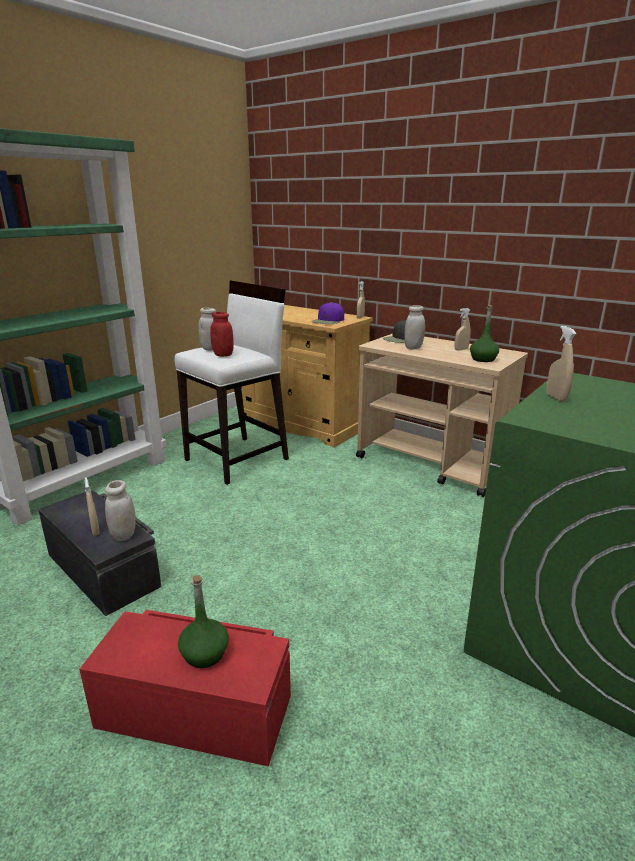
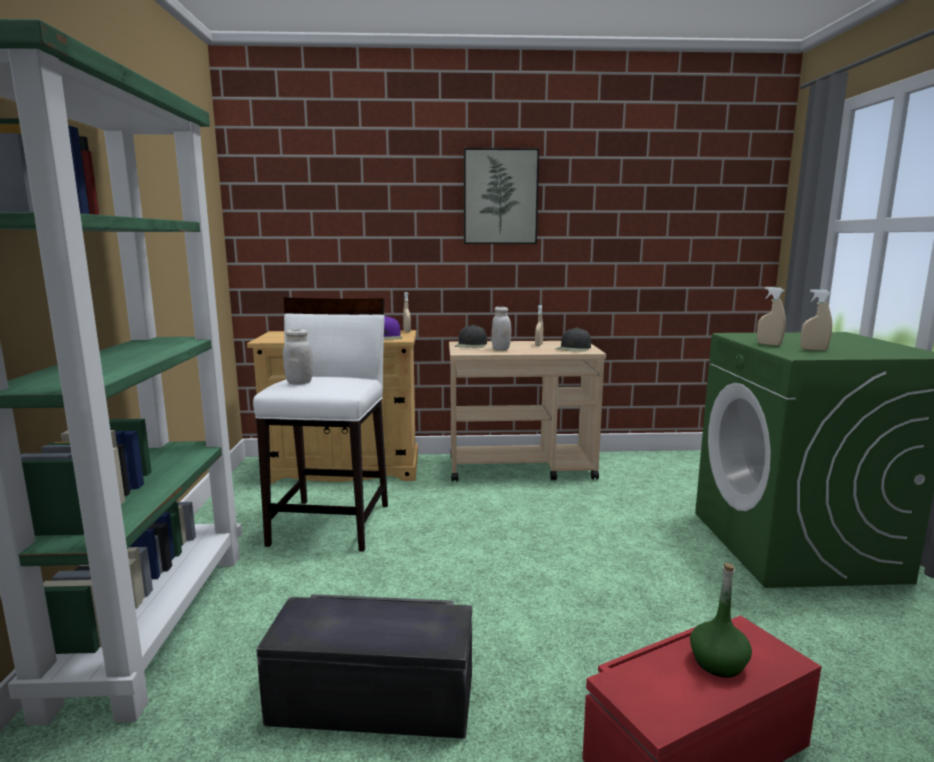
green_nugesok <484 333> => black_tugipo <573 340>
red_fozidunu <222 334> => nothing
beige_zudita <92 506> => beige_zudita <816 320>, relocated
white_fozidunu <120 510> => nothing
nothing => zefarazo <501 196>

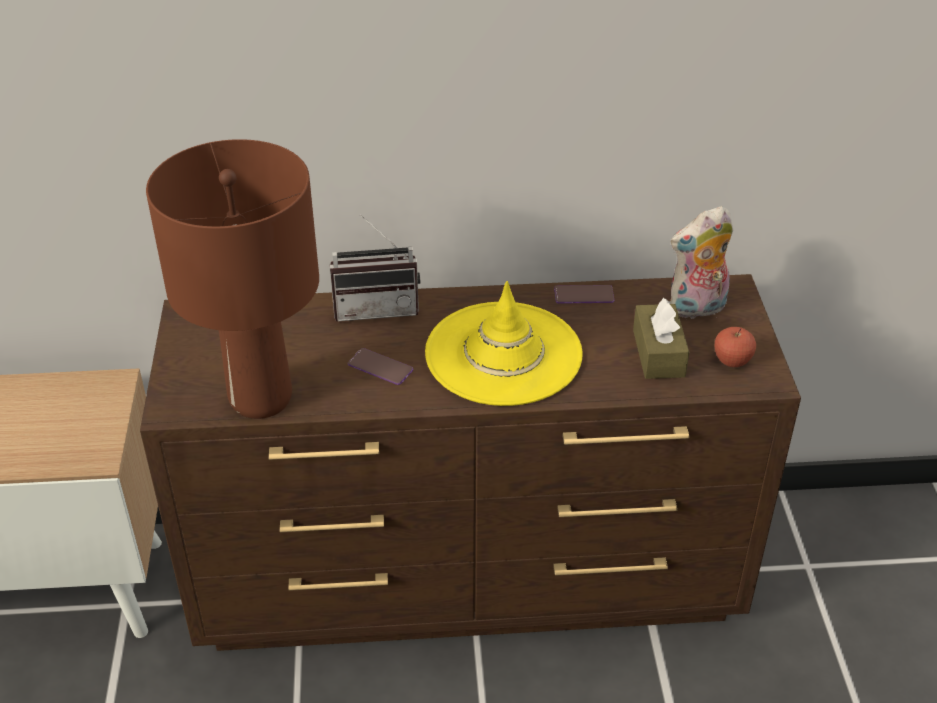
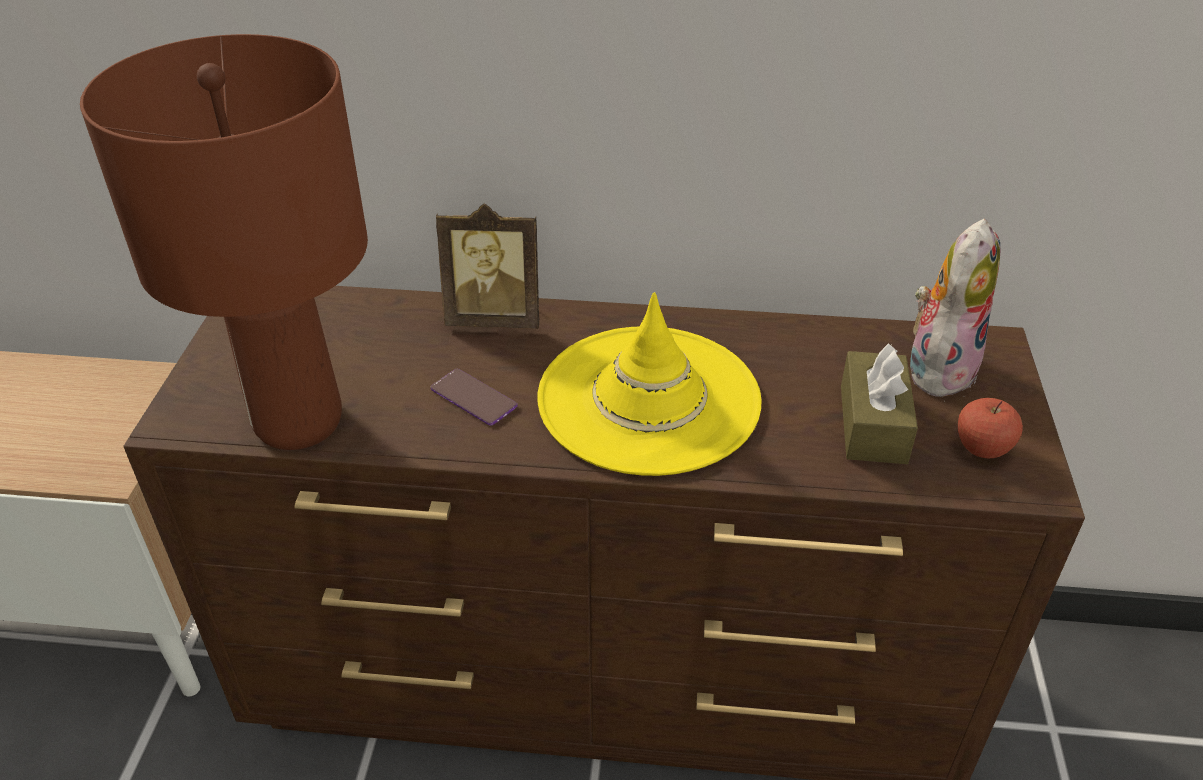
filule <701 263> => filule <955 310>, 135 degrees clockwise
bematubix <375 267> => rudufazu <487 266>
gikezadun <584 294> => nothing

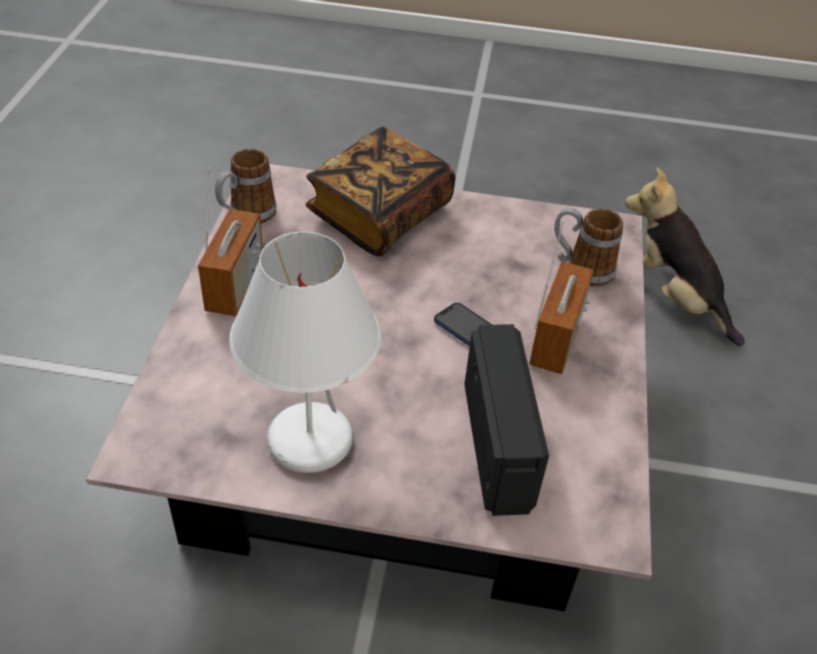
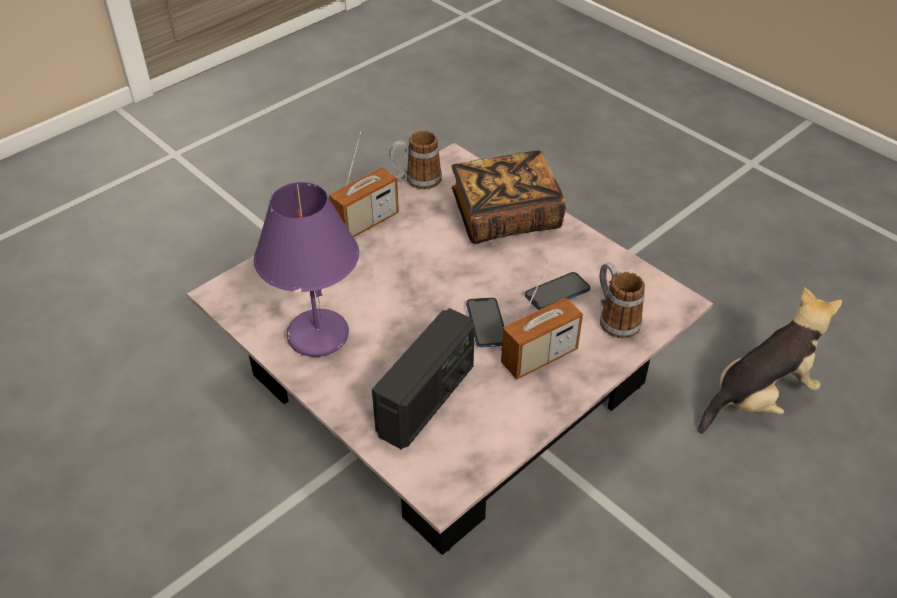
filule <685 256> => filule <770 360>, 60 degrees clockwise
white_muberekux <305 352> => purple_muberekux <306 269>
nothing => gikezadun <557 291>

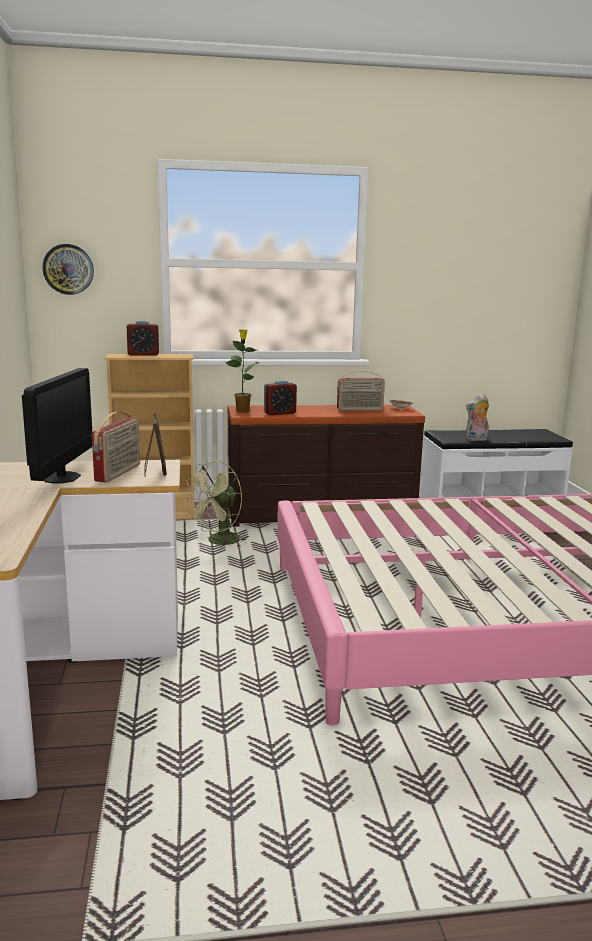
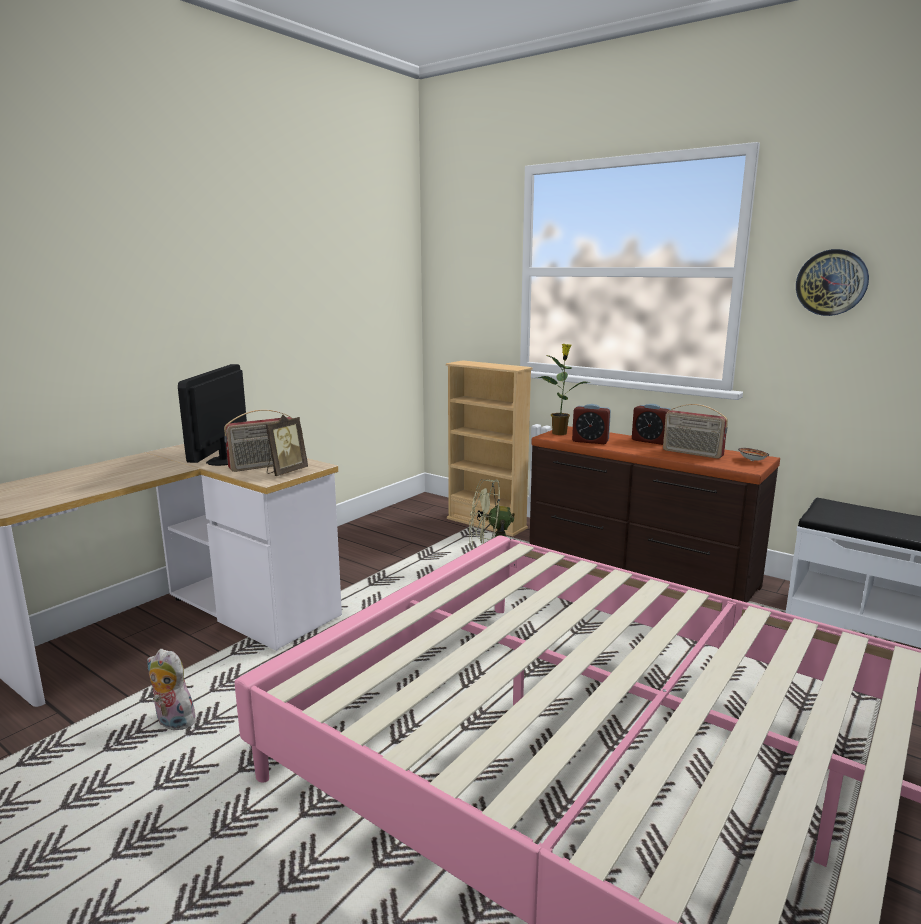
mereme <68 269> => mereme <832 282>, relocated
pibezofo <143 338> => pibezofo <651 424>, relocated
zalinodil <57 426> => zalinodil <212 415>, 135 degrees clockwise
filule <477 417> => filule <171 689>, relocated

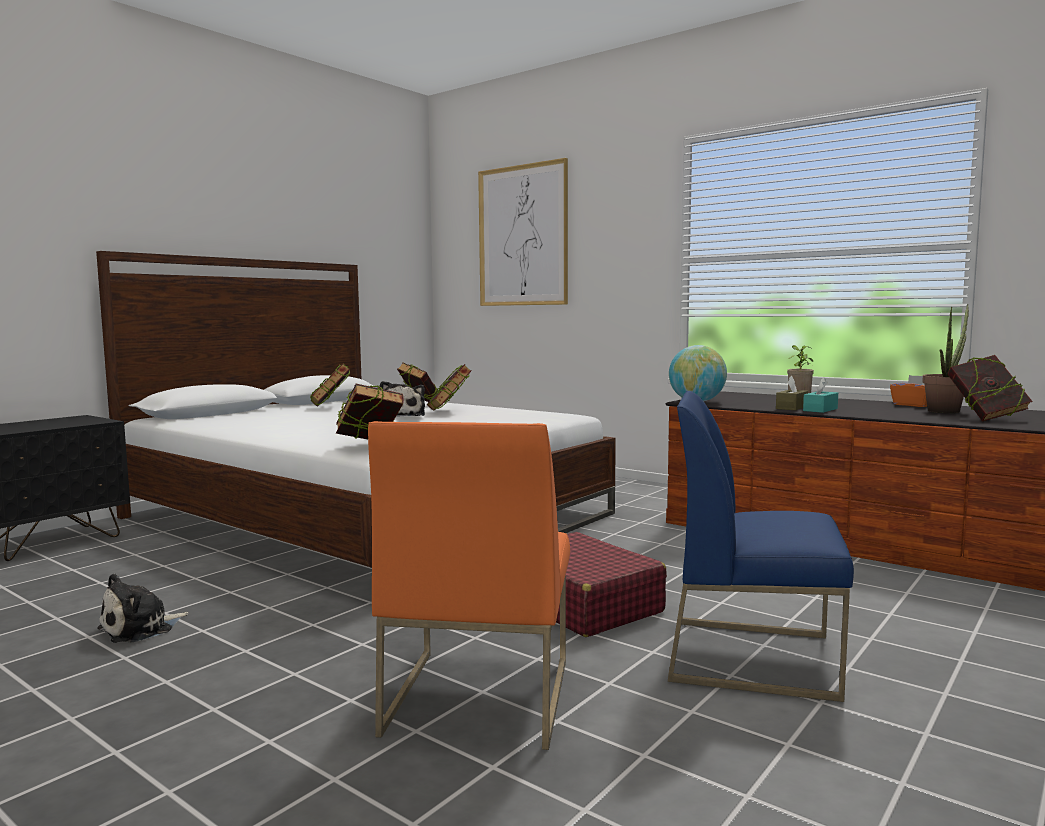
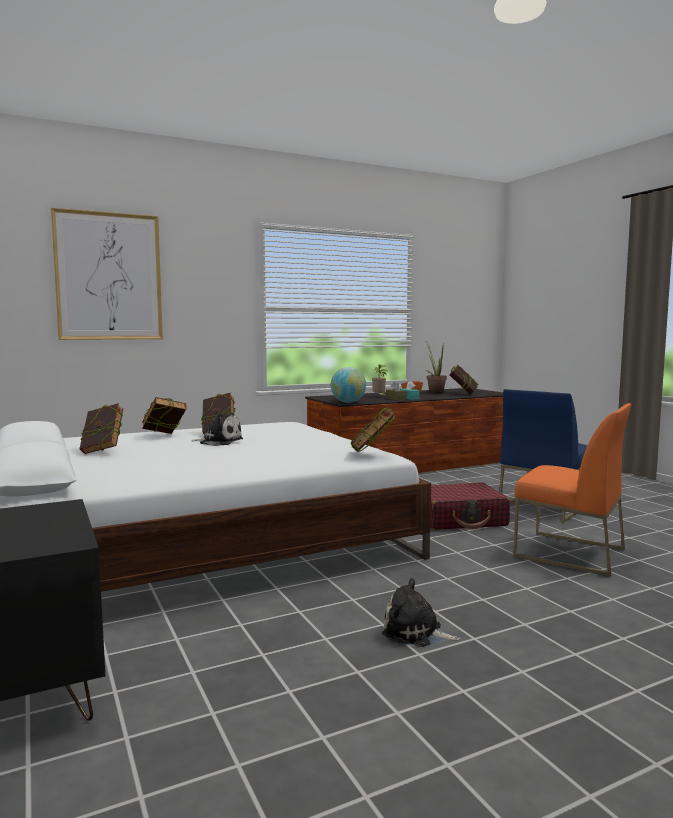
filule <143 608> => filule <421 612>, 135 degrees clockwise

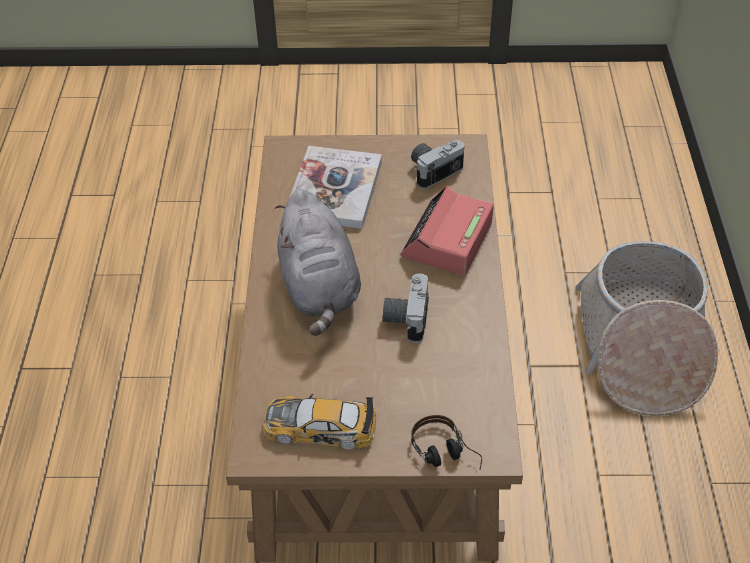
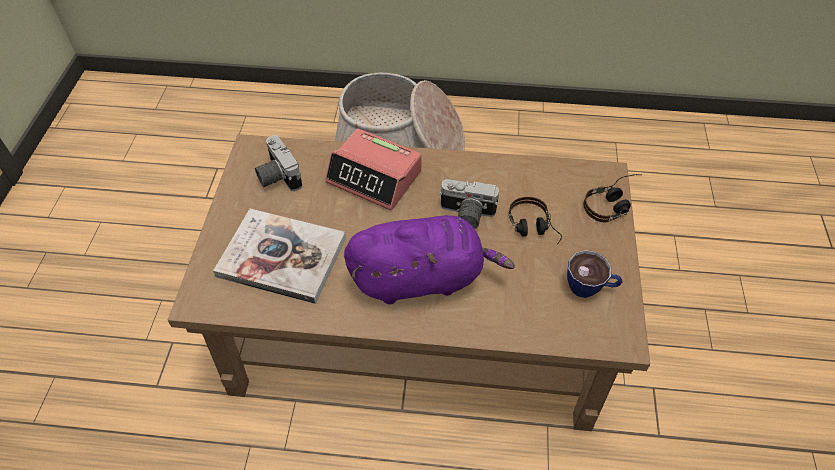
grey_filule <318 262> => purple_filule <429 259>
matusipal <319 421> => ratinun <595 274>
nothing => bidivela <535 221>

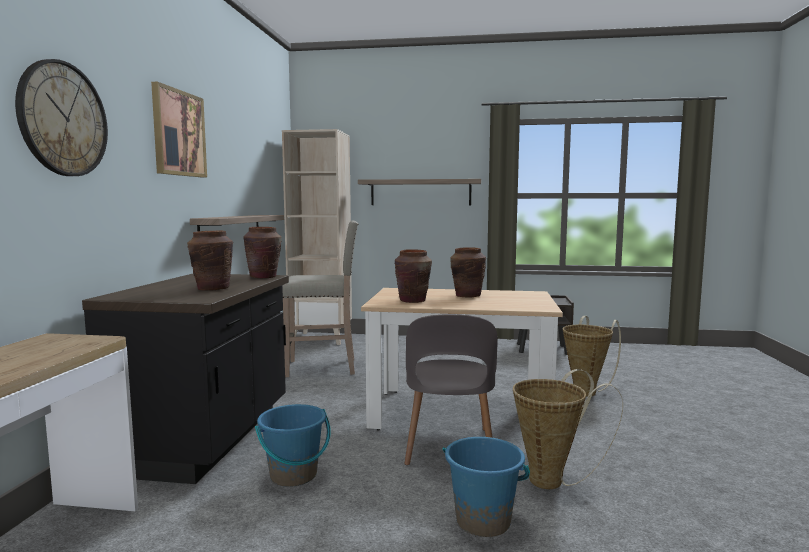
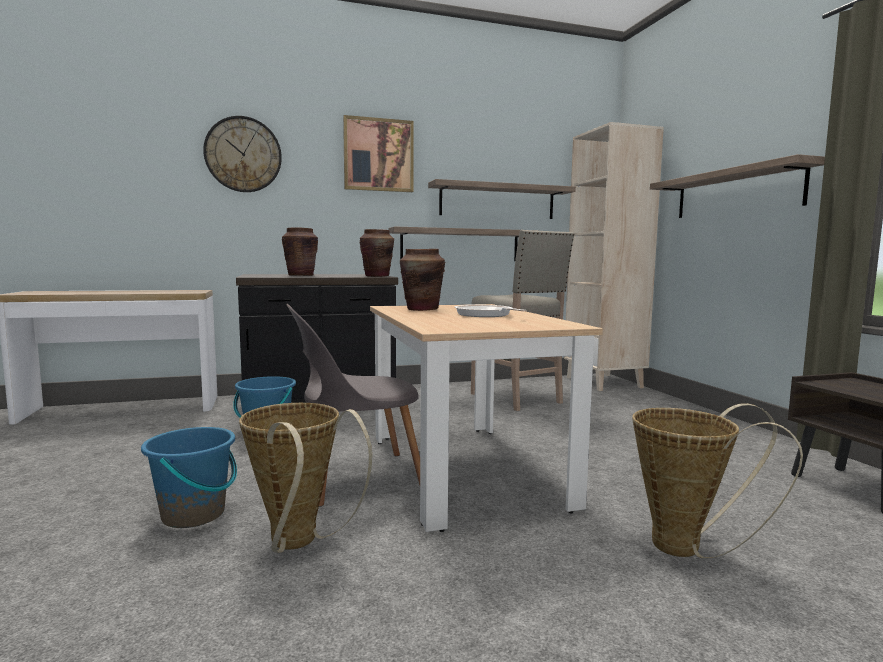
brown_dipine <468 273> => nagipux <490 311>
nothing => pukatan <502 199>

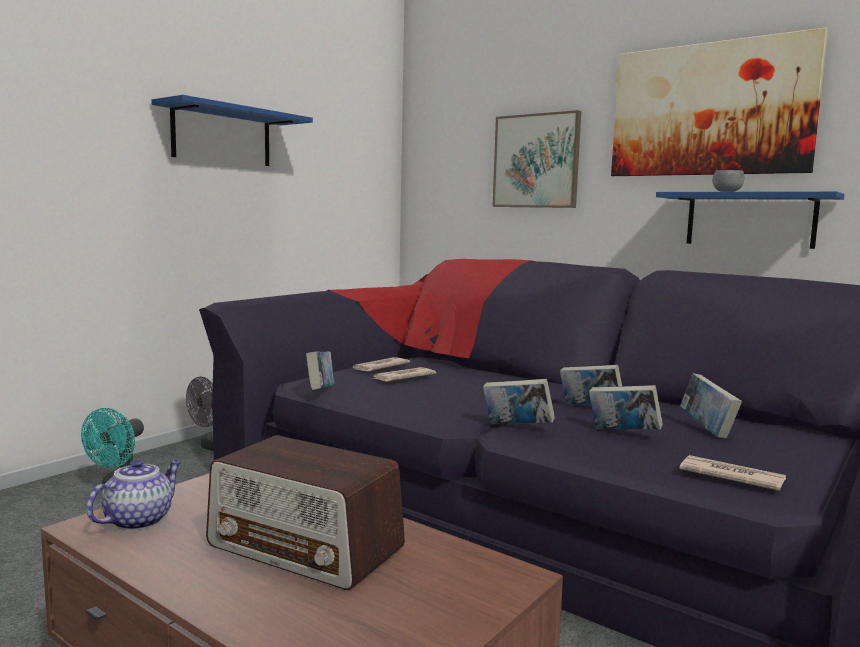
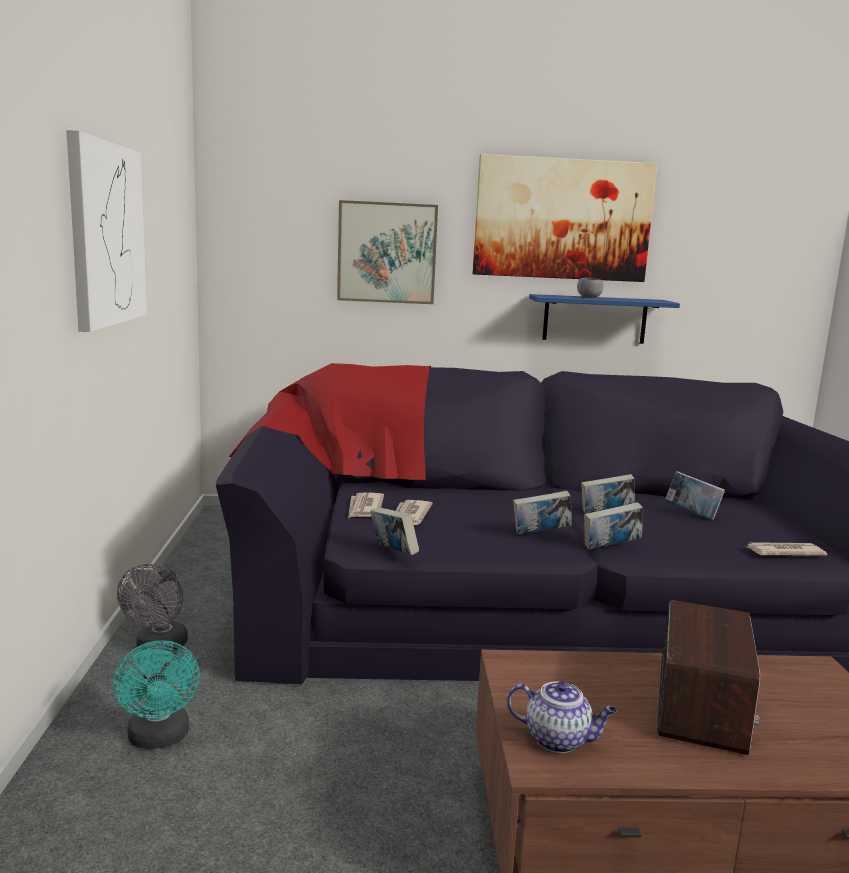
blue_pukatan <232 130> => zefarazo <106 231>
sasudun <626 407> => sasudun <542 513>, relocated
bematubix <305 512> => bematubix <708 677>, 60 degrees counterclockwise
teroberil <134 495> => teroberil <562 717>, 120 degrees clockwise

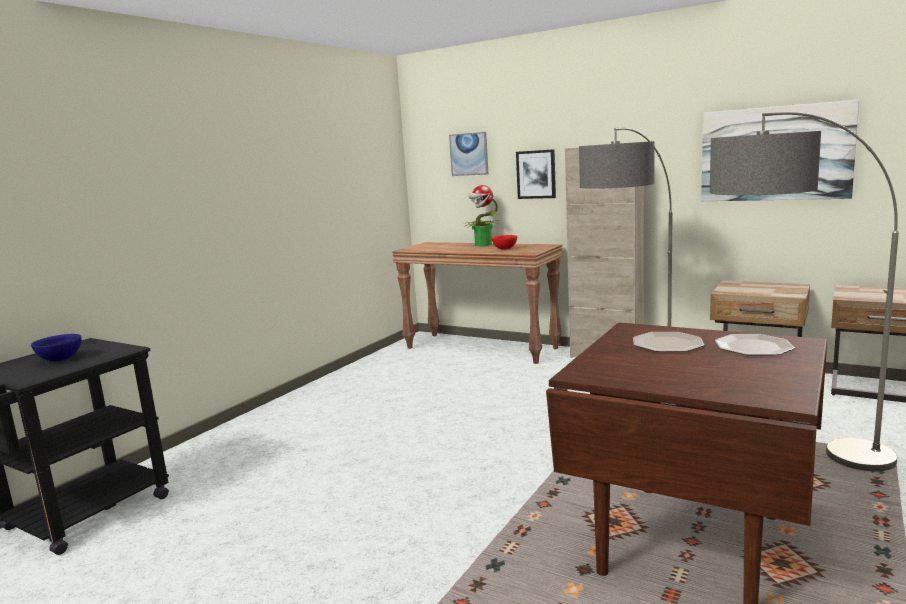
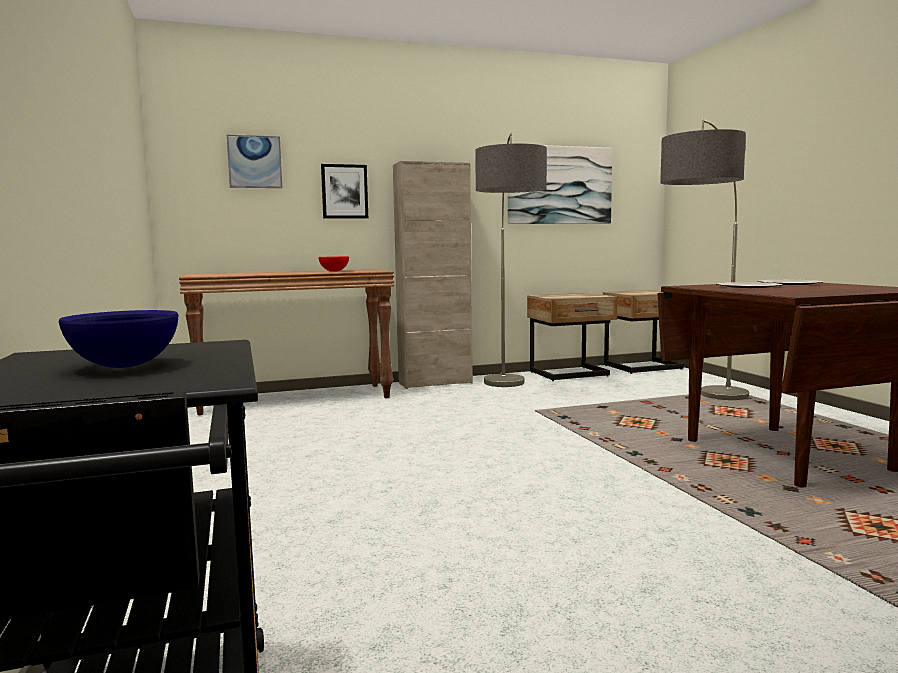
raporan <481 216> => nothing

